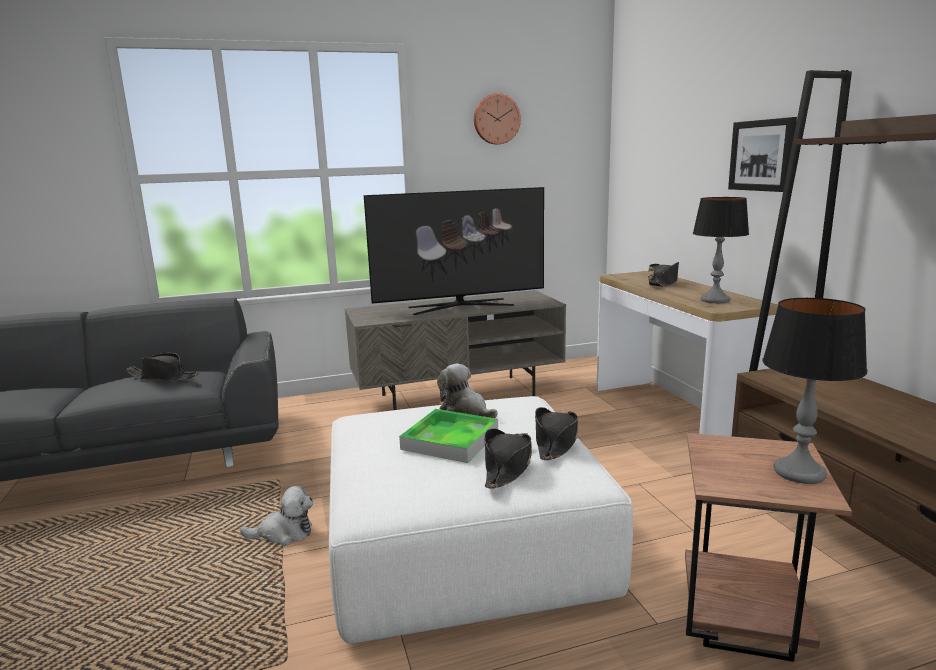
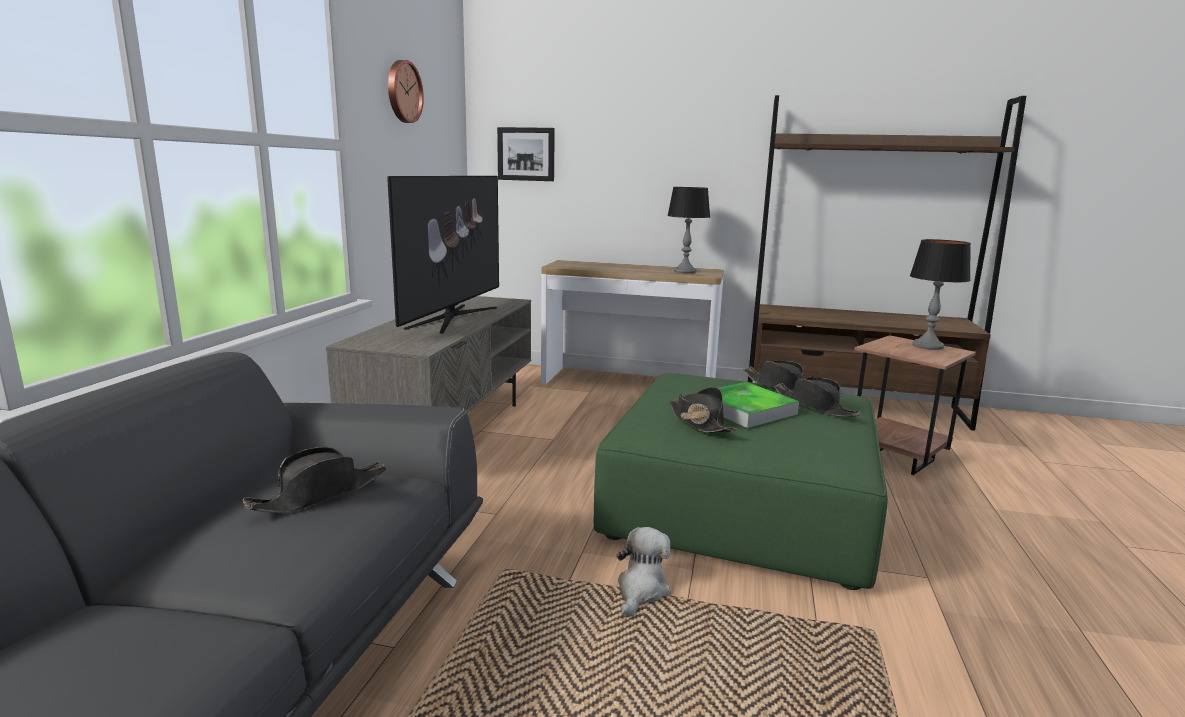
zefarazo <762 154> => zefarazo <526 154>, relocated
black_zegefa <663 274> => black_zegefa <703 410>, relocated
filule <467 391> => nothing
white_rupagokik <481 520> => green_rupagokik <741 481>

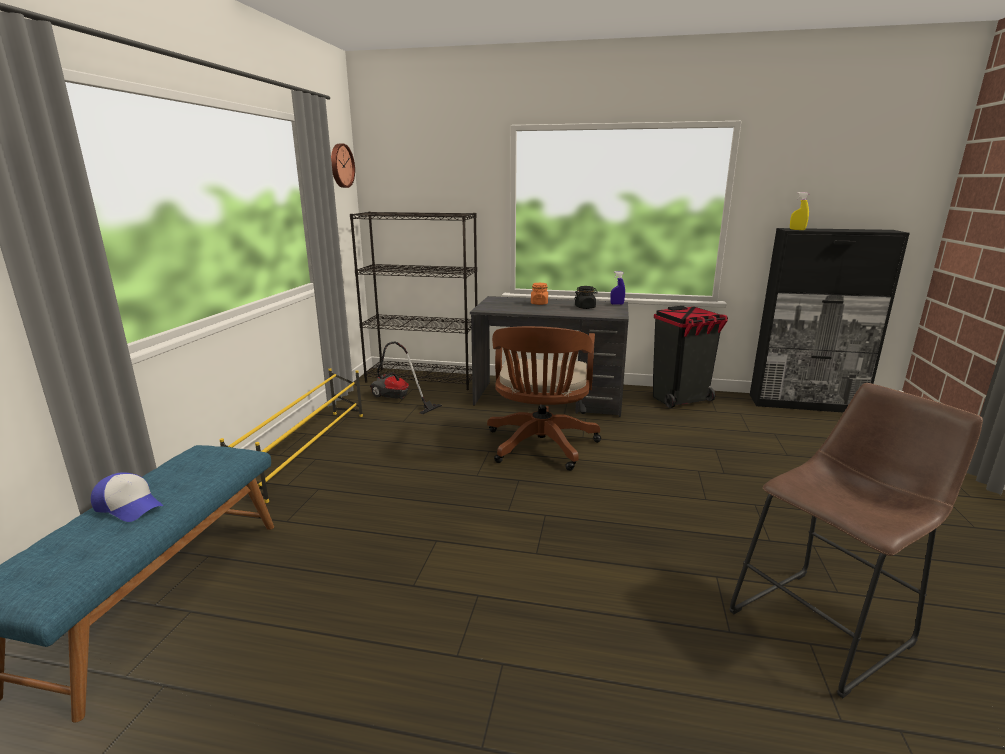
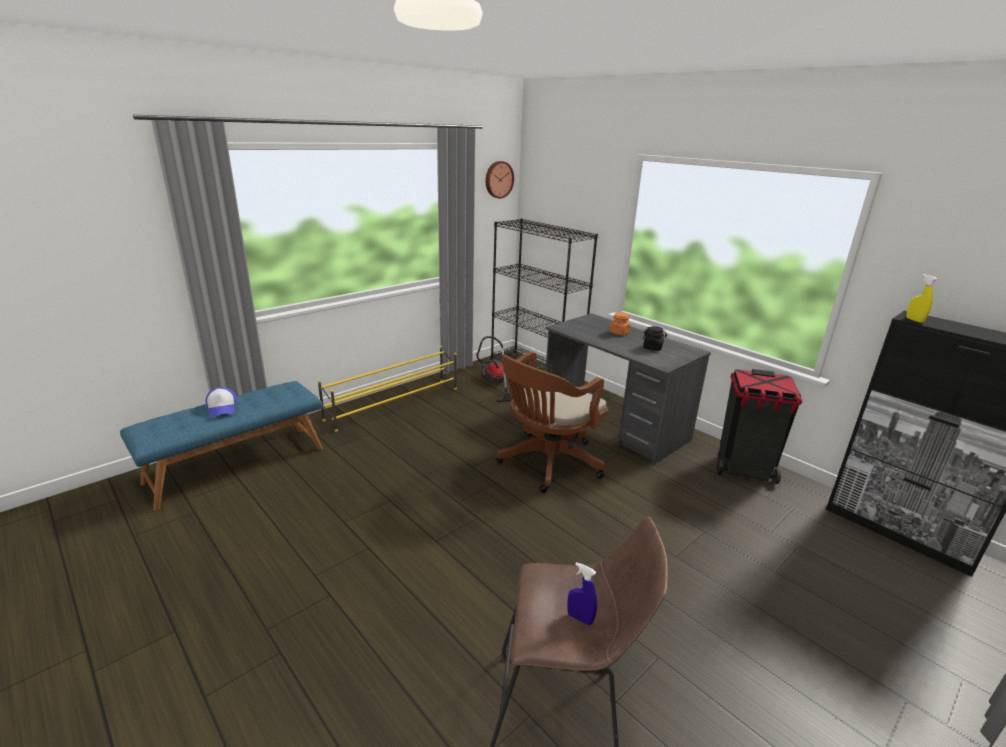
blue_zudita <617 288> => blue_zudita <582 593>, relocated

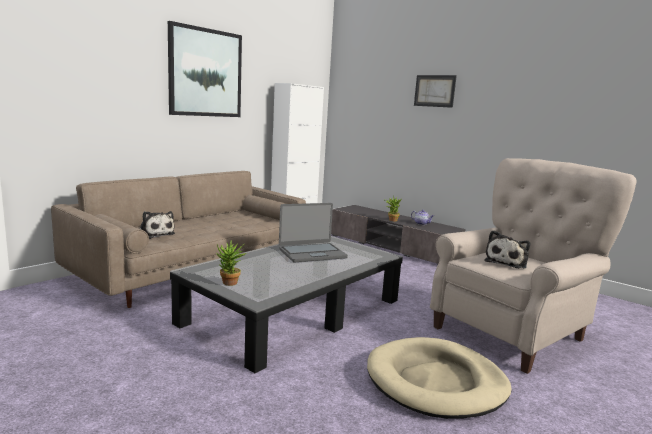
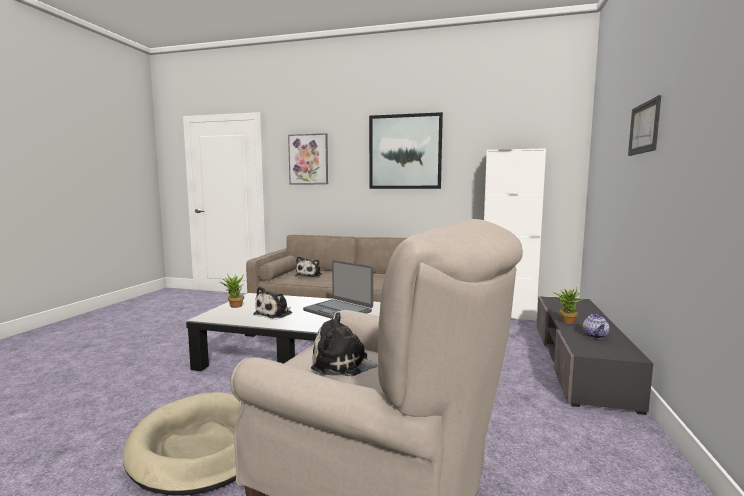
nothing => zefarazo <308 158>
nothing => filule <272 302>

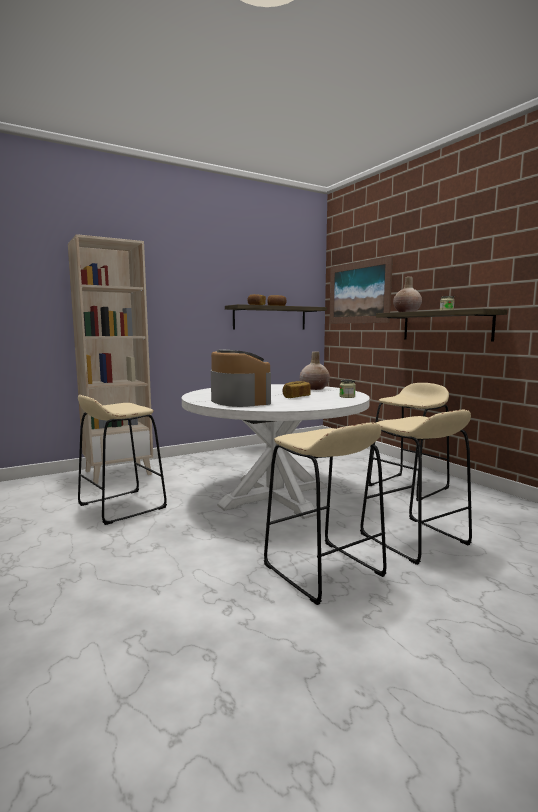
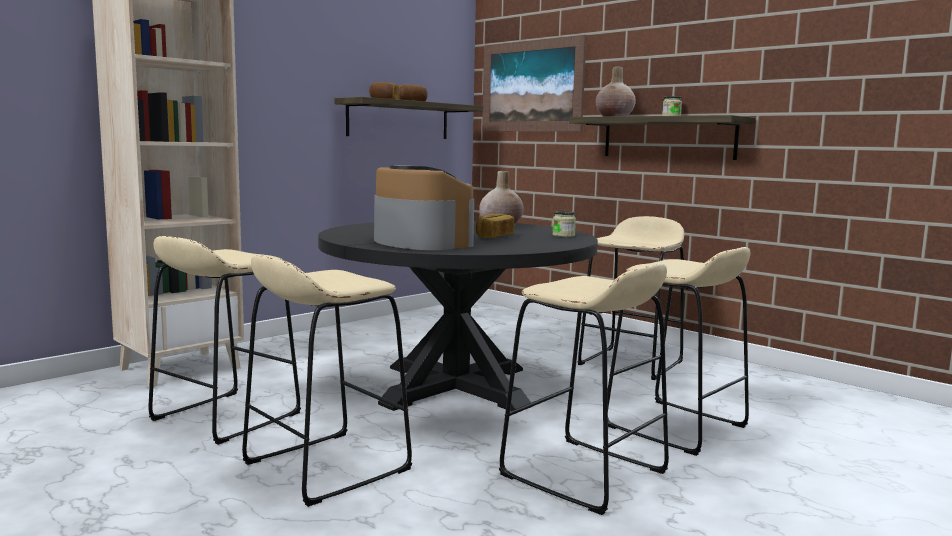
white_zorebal <276 451> => black_zorebal <458 316>
nothing => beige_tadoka <327 381>

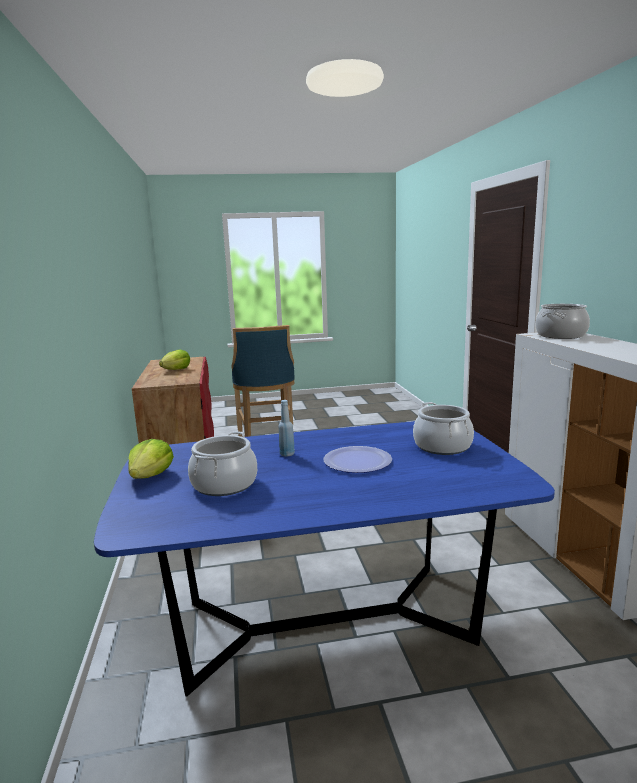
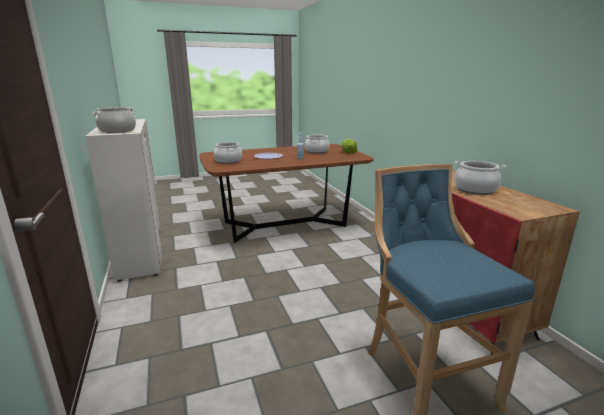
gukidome <174 359> => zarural <480 178>
blue_zorebal <324 559> => brown_zorebal <287 193>

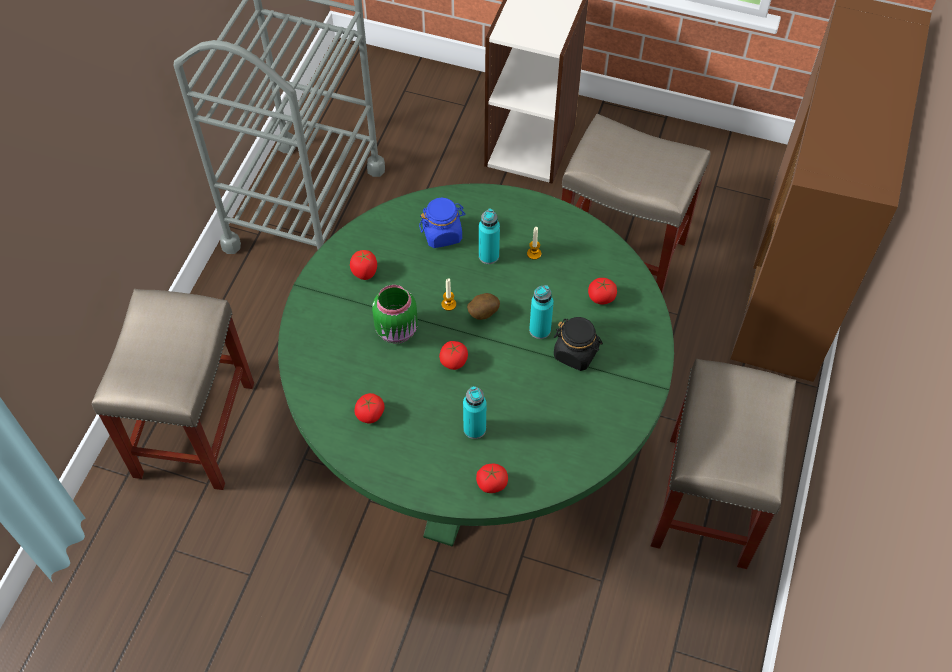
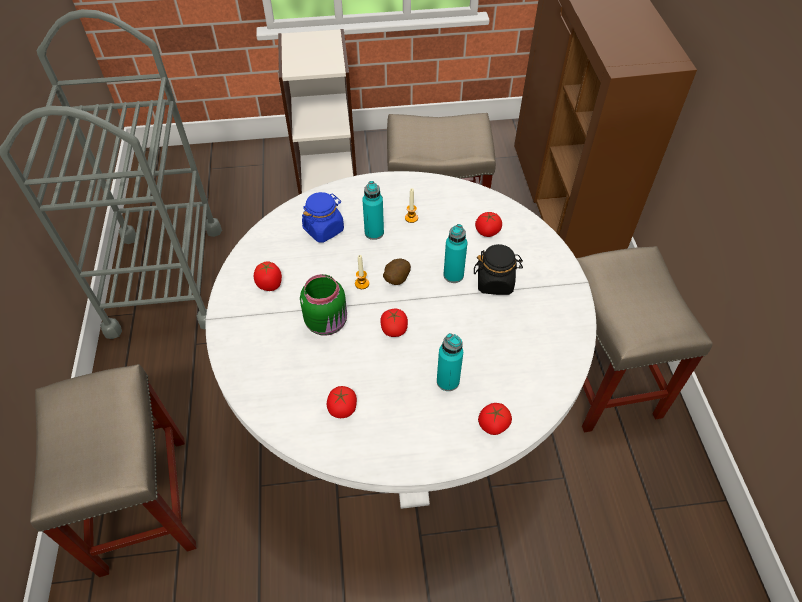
green_zorebal <476 365> => white_zorebal <401 340>

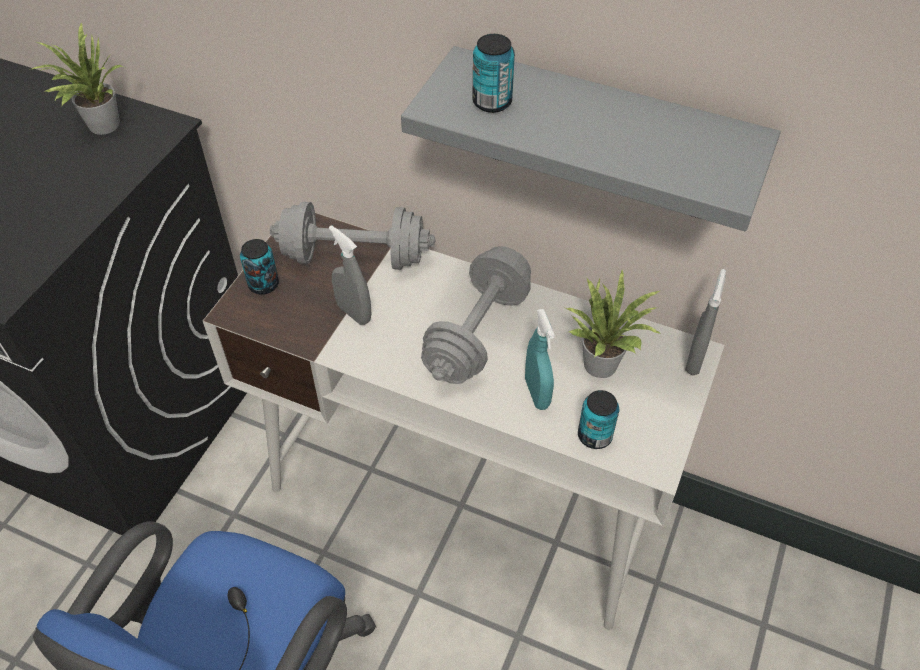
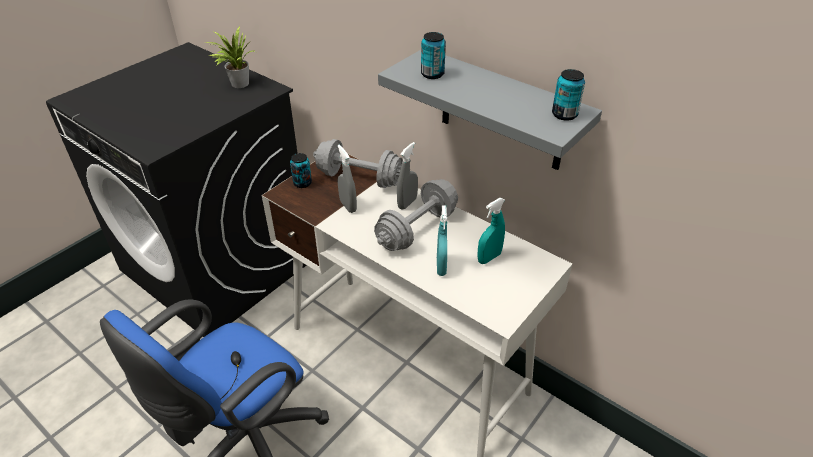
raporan <613 323> => turquoise_zudita <491 231>
grey_zudita <705 322> => grey_zudita <407 176>, relocated
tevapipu <598 419> => tevapipu <568 95>, relocated

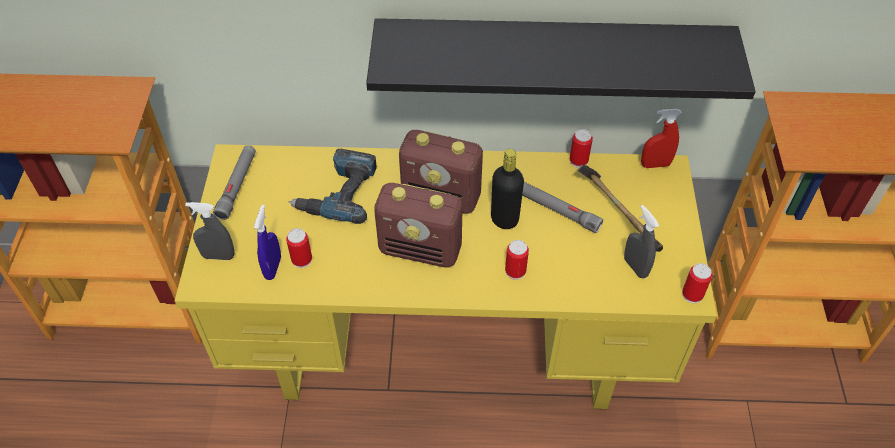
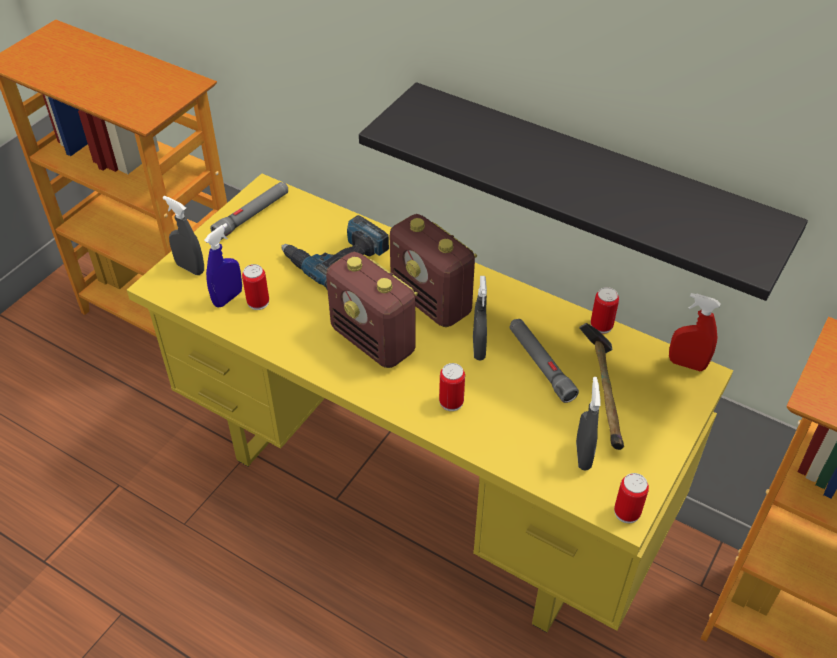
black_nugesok <507 189> => grey_zudita <480 318>

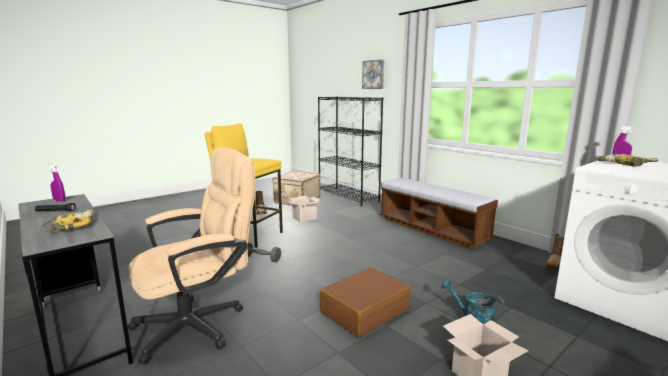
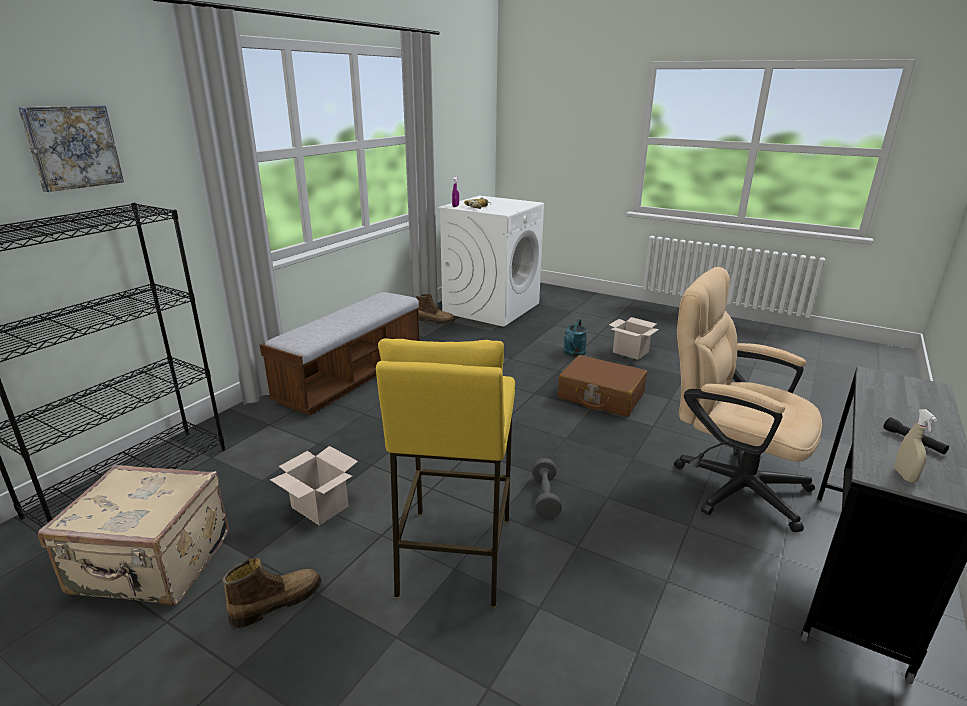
purple_zudita <57 182> => beige_zudita <915 446>
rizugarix <68 219> => nothing

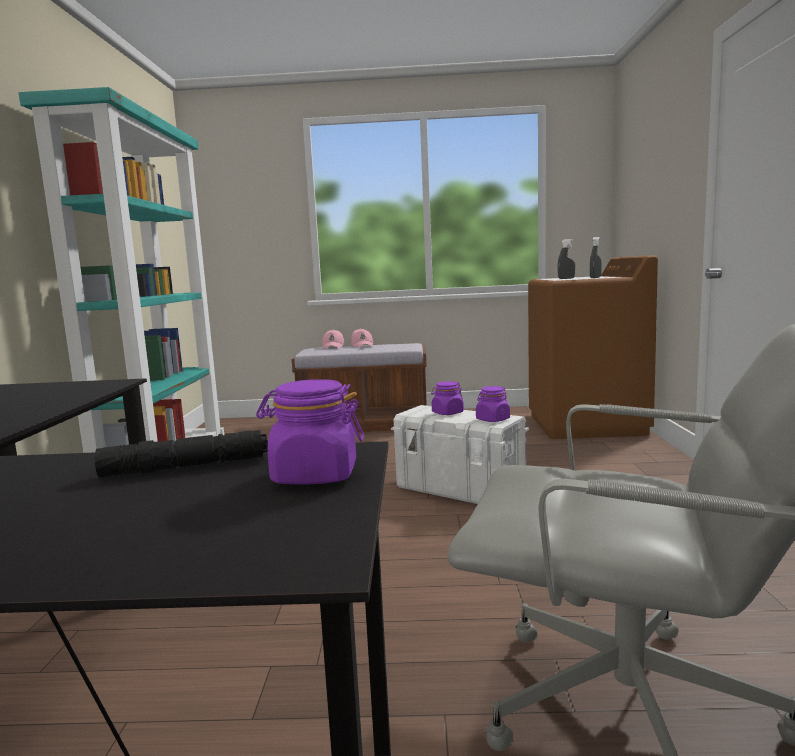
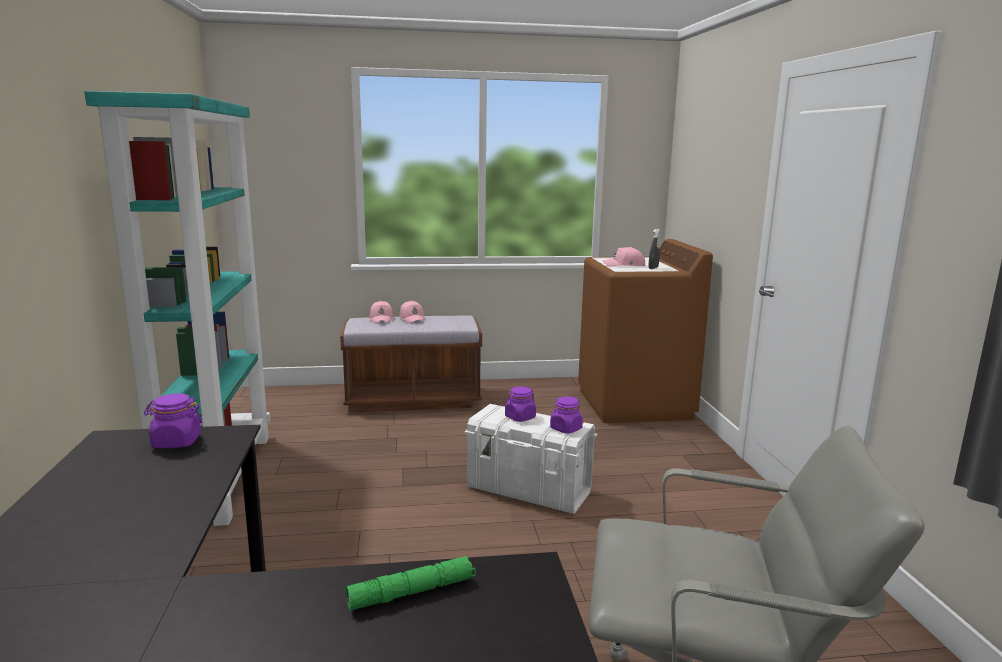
grey_zudita <566 259> => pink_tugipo <624 257>
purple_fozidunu <310 431> => purple_fozidunu <173 420>, relocated
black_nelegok <181 453> => green_nelegok <410 583>

